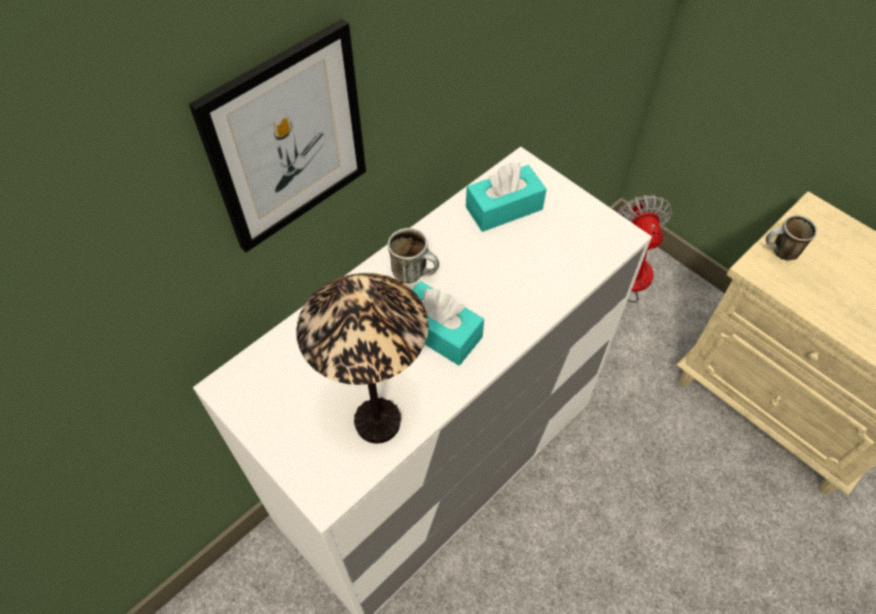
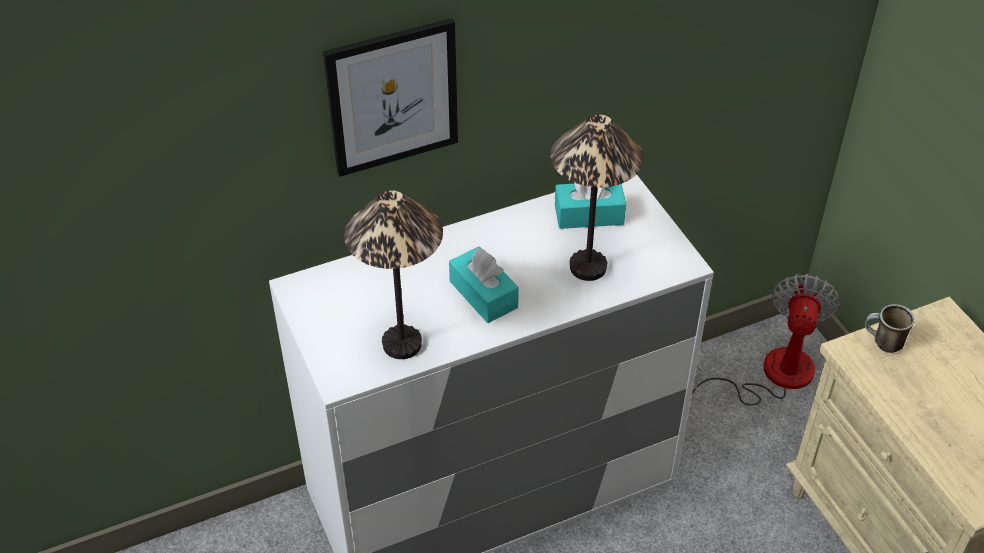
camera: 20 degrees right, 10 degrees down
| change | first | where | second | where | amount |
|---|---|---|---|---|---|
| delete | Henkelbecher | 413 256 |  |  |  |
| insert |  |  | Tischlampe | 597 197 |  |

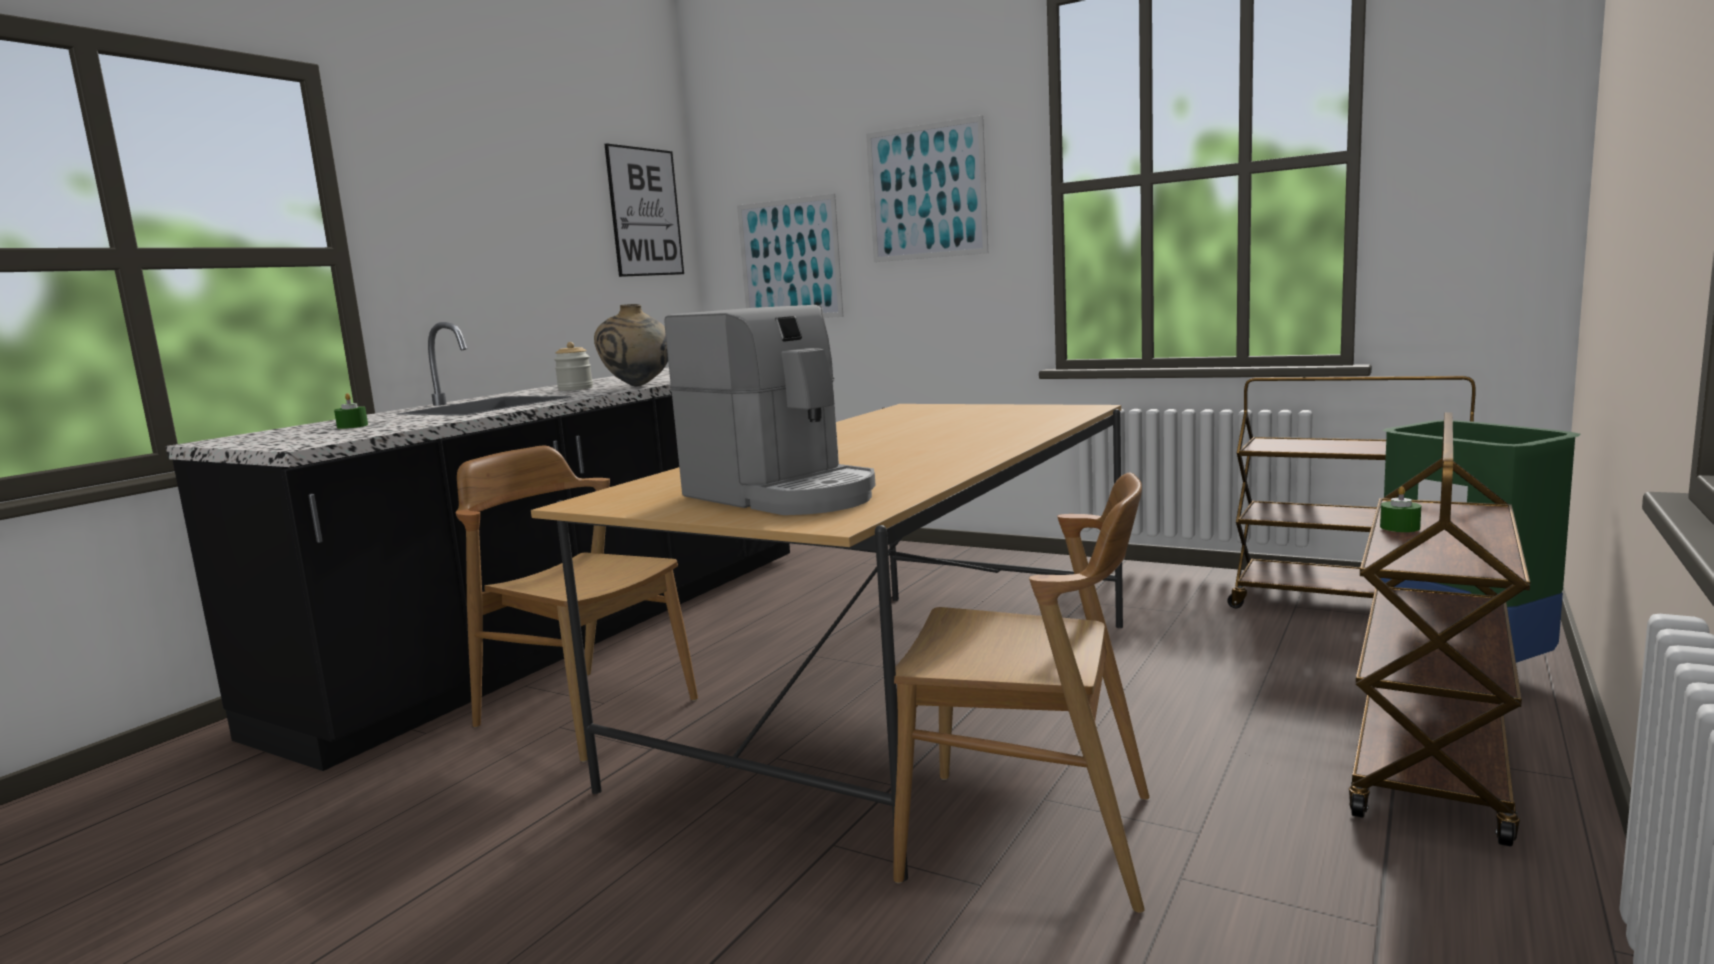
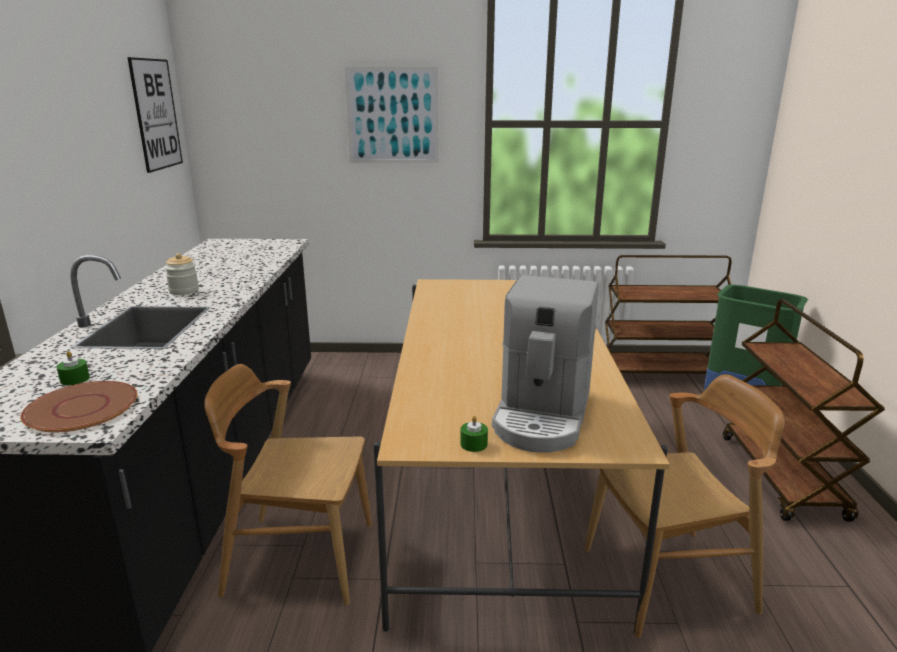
camera: 30 degrees left, 10 degrees up
| change | first | where | second | where | amount |
|---|---|---|---|---|---|
| delete | Bild | 790 256 |  |  |  |
| delete | Vase/beige | 631 345 |  |  |  |
| rotate | Kaffeemaschine | 770 410 |  | 545 364 | 90 degrees clockwise |
| move | Kerze/grün | 1400 509 |  | 474 433 |  |
| insert |  |  | Teller/braun | 78 406 |  |

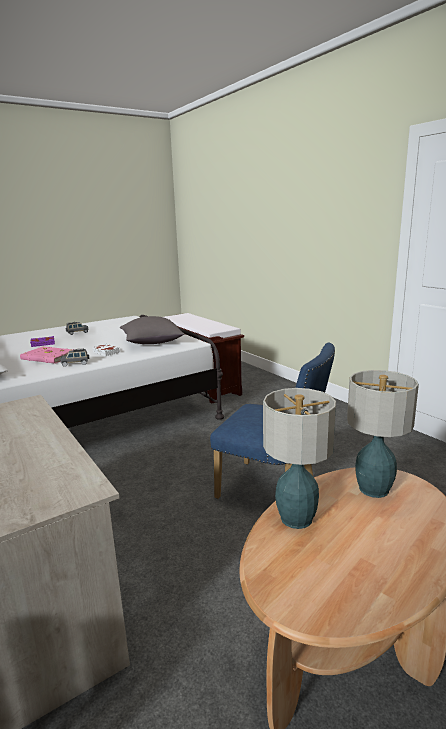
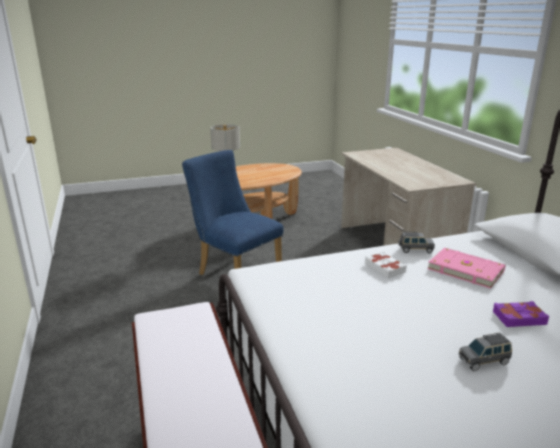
camera: 165 degrees left, 5 degrees up
| change | first | where | second | where | amount |
|---|---|---|---|---|---|
| delete | Kissen/grau | 152 330 |  |  |  |
| delete | Tischlampe | 299 458 |  |  |  |

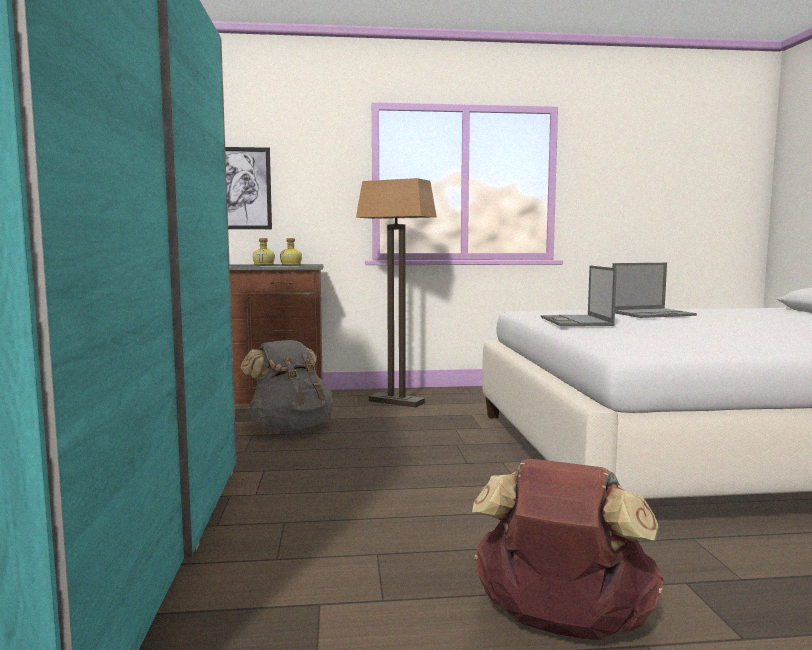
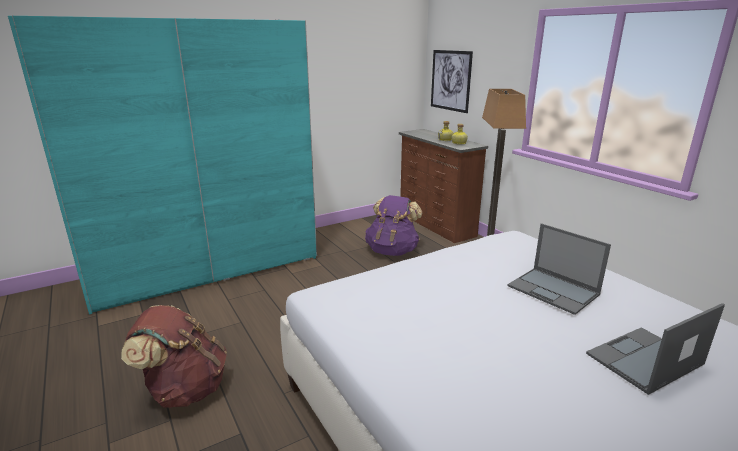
camera: 65 degrees right, 15 degrees up
| change | first | where | second | where | amount |
|---|---|---|---|---|---|
| move | Laptop | 579 296 |  | 655 349 |  |
| recolor | Rucksack/grau | 287 385 | Rucksack/lila | 393 225 |  |

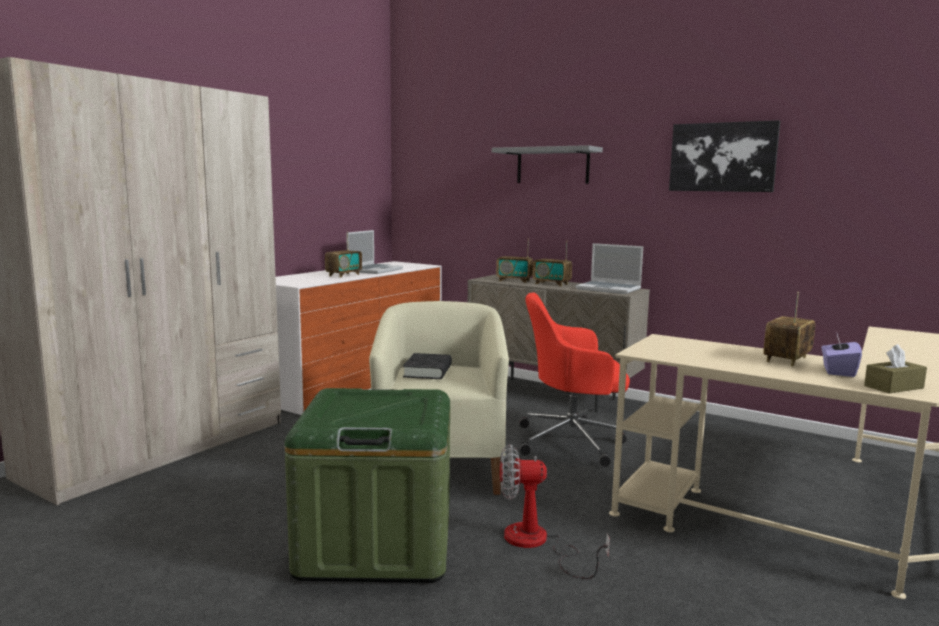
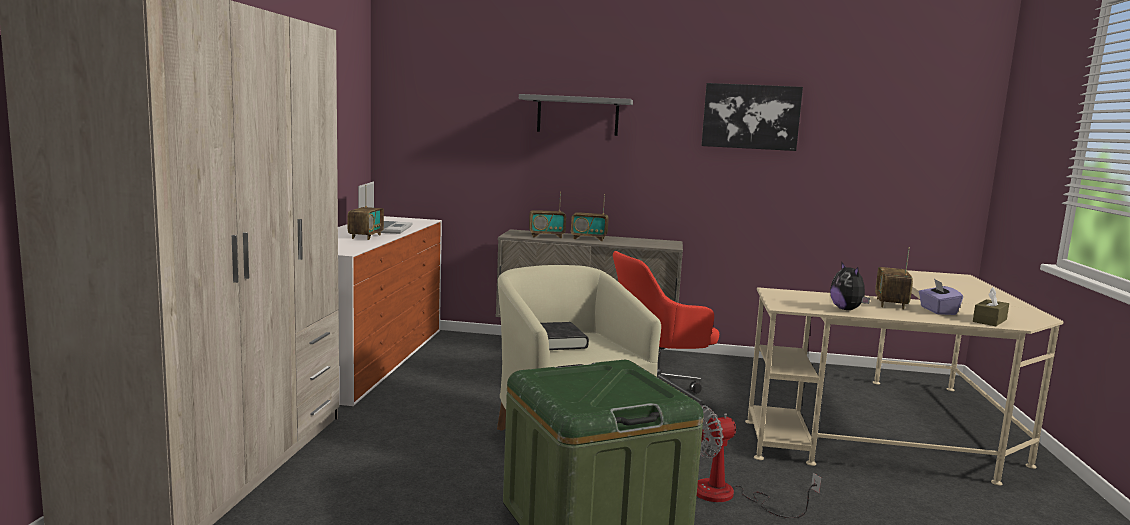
camera: 25 degrees left, 0 degrees up
| change | first | where | second | where | amount |
|---|---|---|---|---|---|
| delete | Laptop | 609 268 |  |  |  |
| insert |  |  | Plüschtier | 850 285 |  |

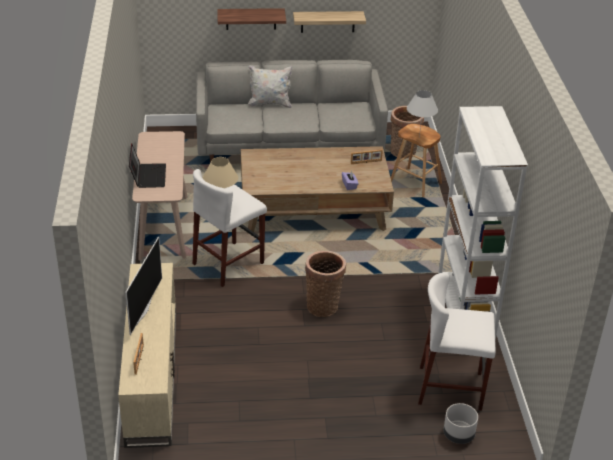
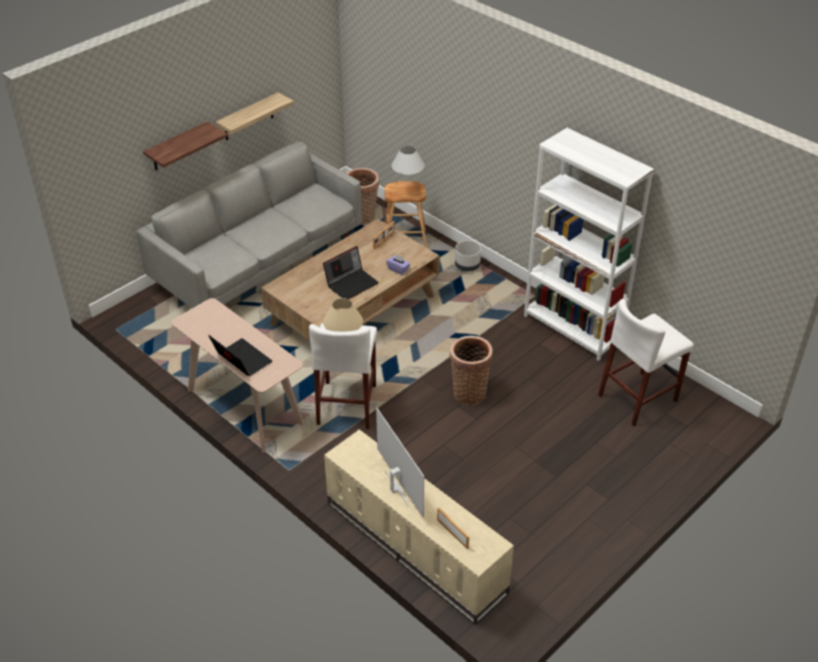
camera: 40 degrees left, 5 degrees up
| change | first | where | second | where | amount |
|---|---|---|---|---|---|
| delete | Kissen/weiß | 270 86 |  |  |  |
| move | Pflanzkübel/grau | 460 423 |  | 468 256 |  |
| insert |  |  | Laptop | 351 272 |  |

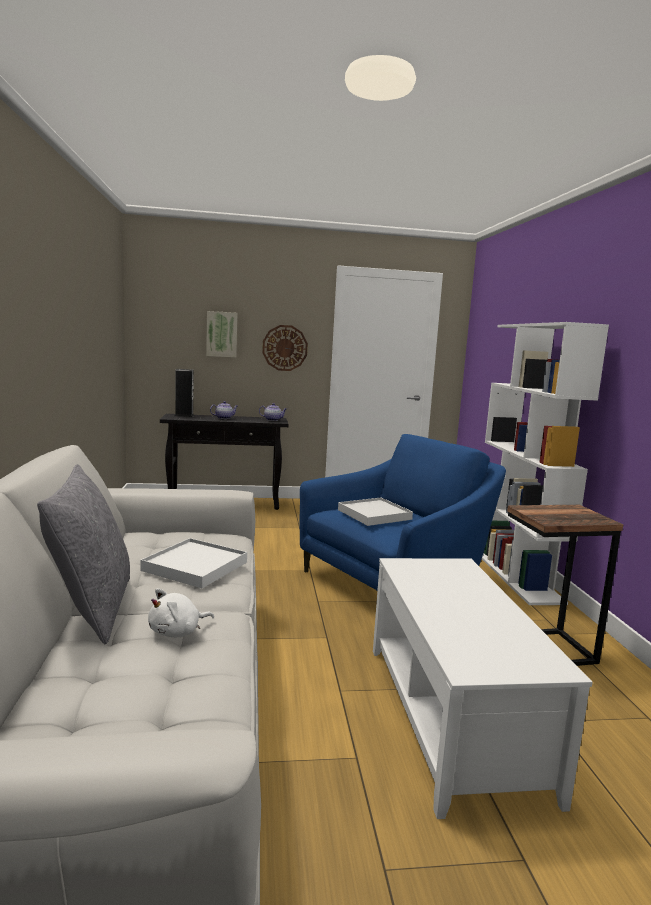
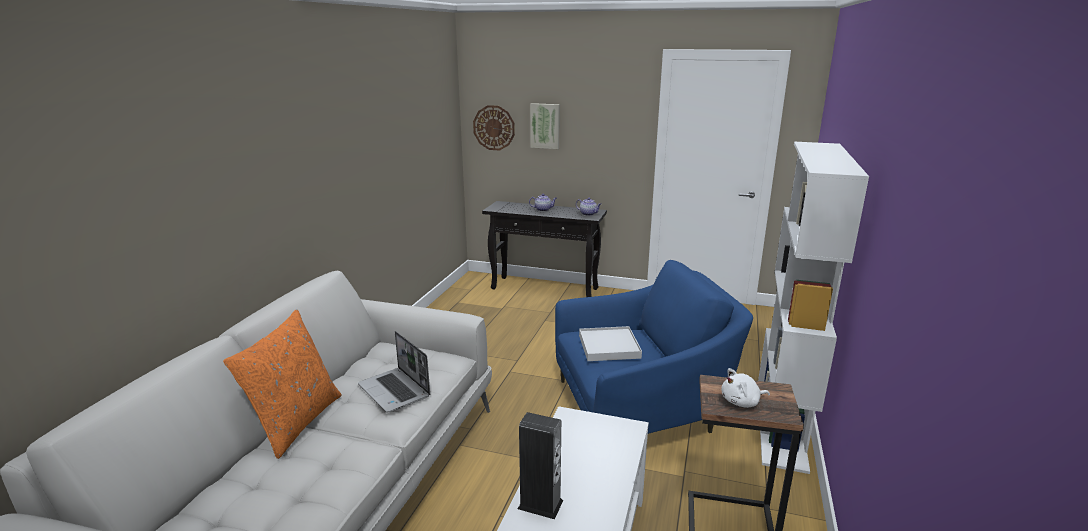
camera: 25 degrees right, 10 degrees up
| change | first | where | second | where | amount |
|---|---|---|---|---|---|
| move | Wanduhr | 285 348 |  | 494 128 |  |
| move | Lautsprecher | 184 393 |  | 540 465 |  |
| recolor | Kissen/grau | 83 554 | Kissen/orange | 282 384 |  |
| replace | Tablett/weiß | 193 563 | Laptop | 394 372 |  |
| move | Plüschtier/weiß | 181 612 |  | 745 388 |  |

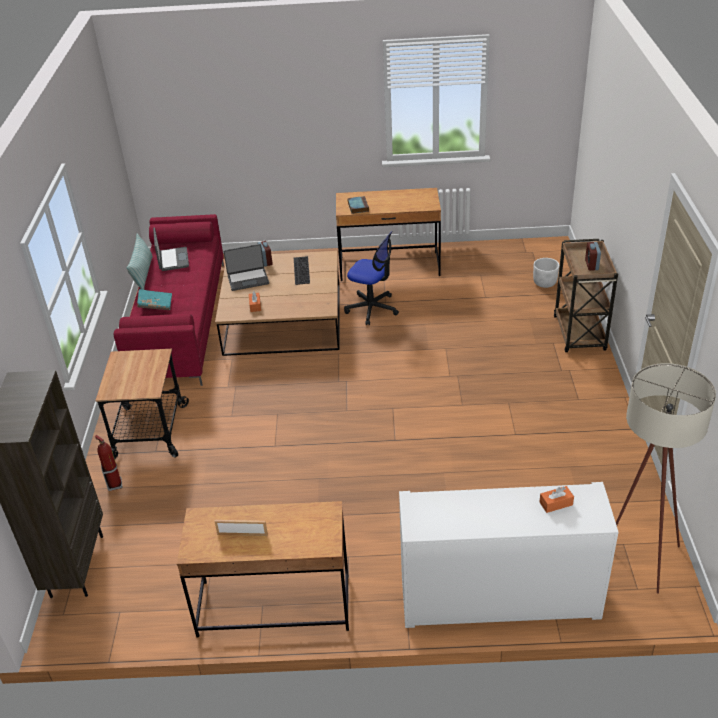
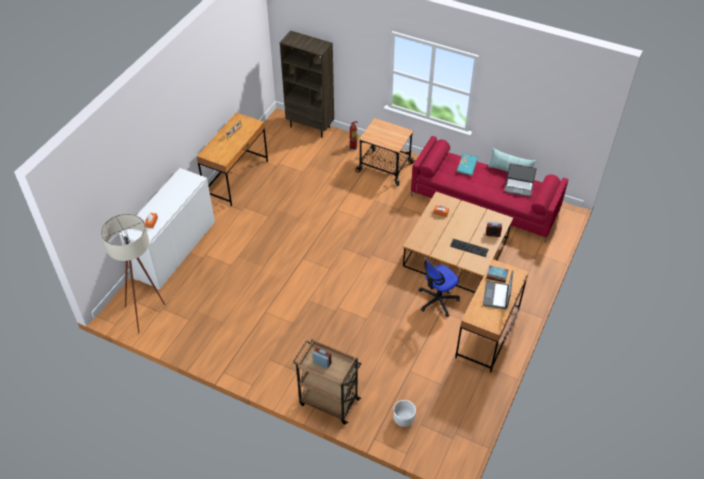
camera: 115 degrees right, 10 degrees up
| change | first | where | second | where | amount |
|---|---|---|---|---|---|
| move | Laptop | 246 267 |  | 498 290 |  |

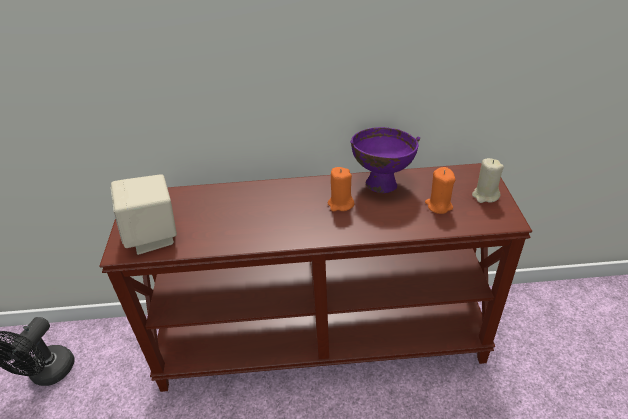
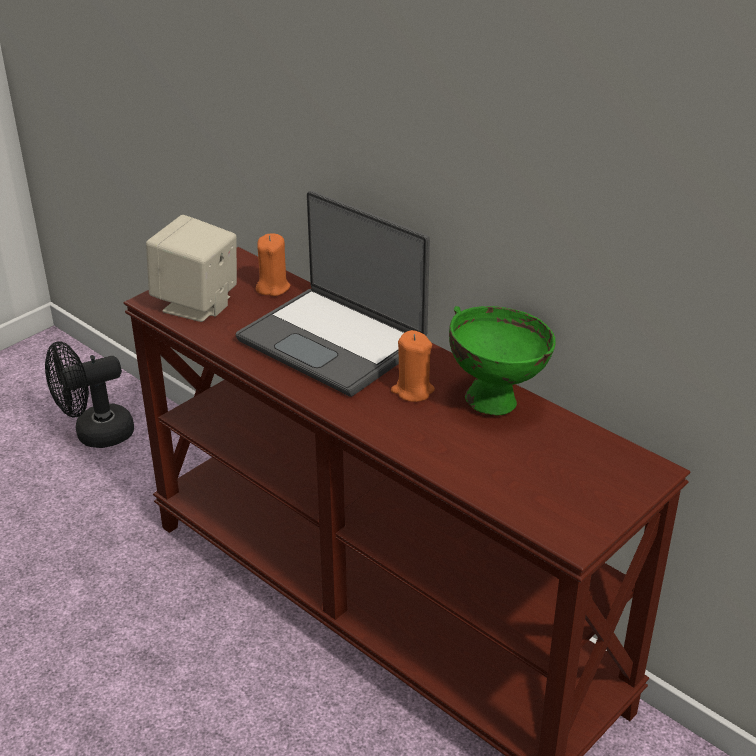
camera: 45 degrees right, 5 degrees down
| change | first | where | second | where | amount |
|---|---|---|---|---|---|
| recolor | Schüssel/lila | 385 160 | Schüssel/grün | 502 360 |  |
| delete | Kerze/beige | 488 180 |  |  |  |
| move | Kerze/orange | 440 190 |  | 273 265 |  |
| insert |  |  | Laptop | 332 294 |  |

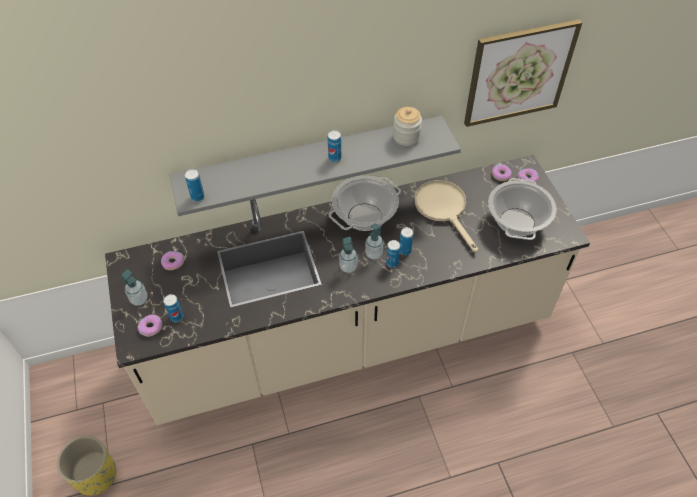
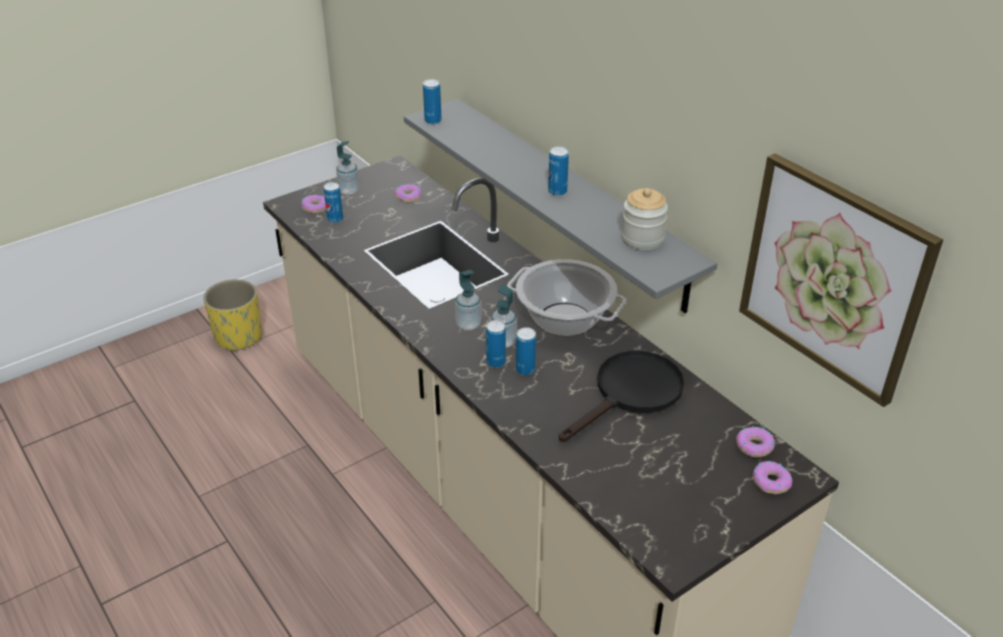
camera: 70 degrees right, 15 degrees down
| change | first | where | second | where | amount |
|---|---|---|---|---|---|
| delete | Kochtopf | 522 209 |  |  |  |
| recolor | Pfanne/beige | 446 216 | Pfanne/schwarz | 621 396 |  |

